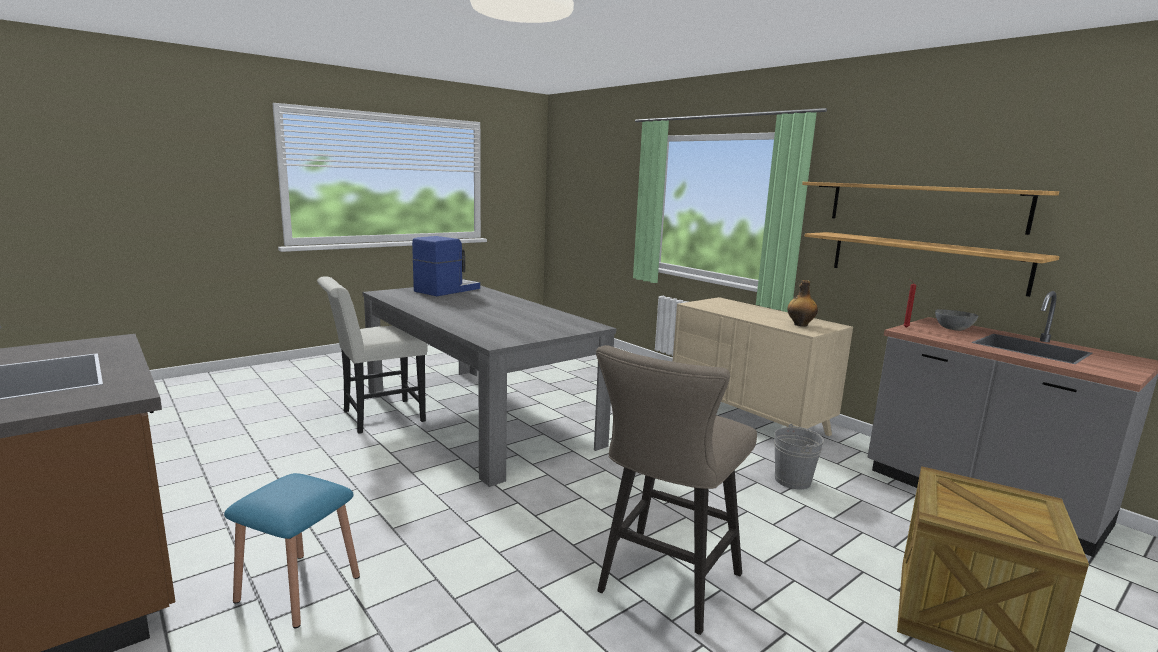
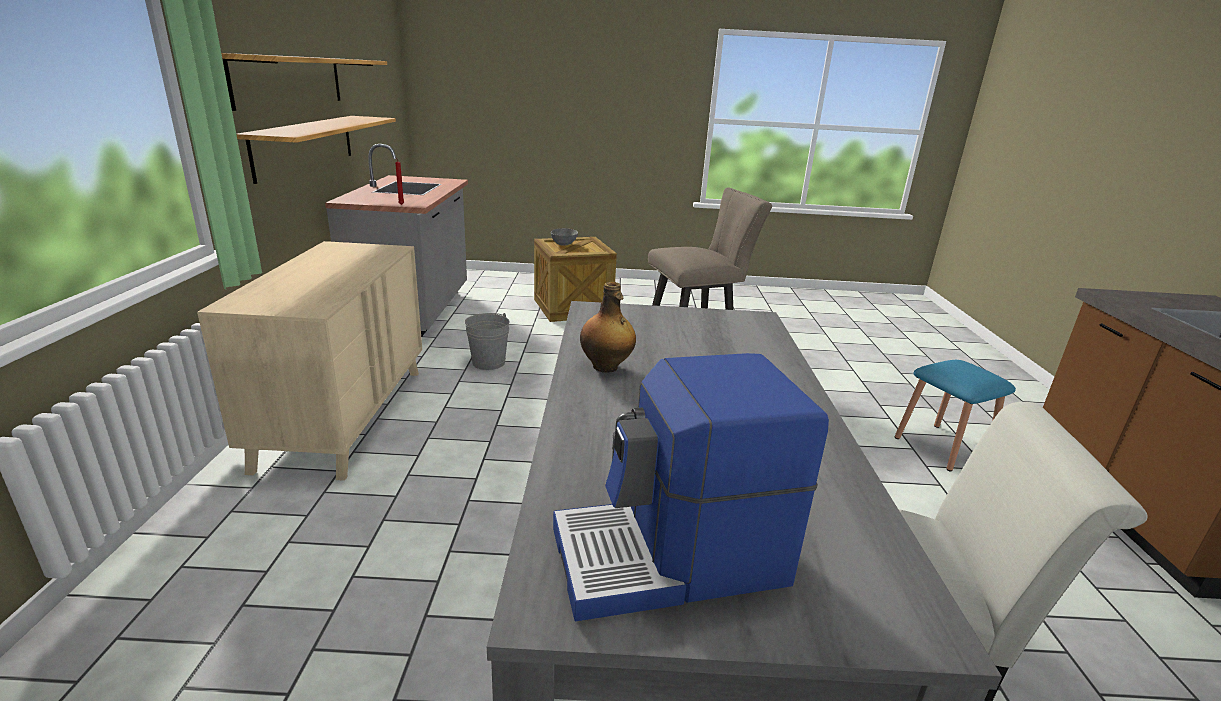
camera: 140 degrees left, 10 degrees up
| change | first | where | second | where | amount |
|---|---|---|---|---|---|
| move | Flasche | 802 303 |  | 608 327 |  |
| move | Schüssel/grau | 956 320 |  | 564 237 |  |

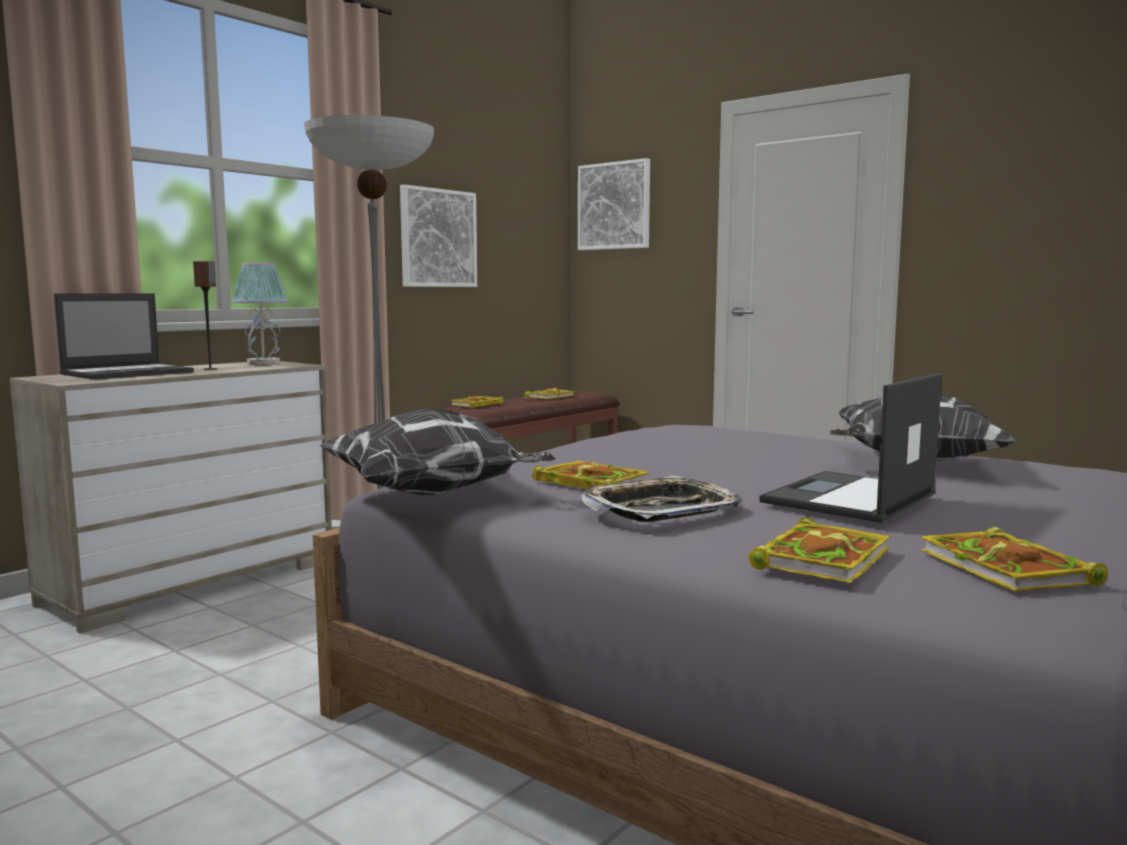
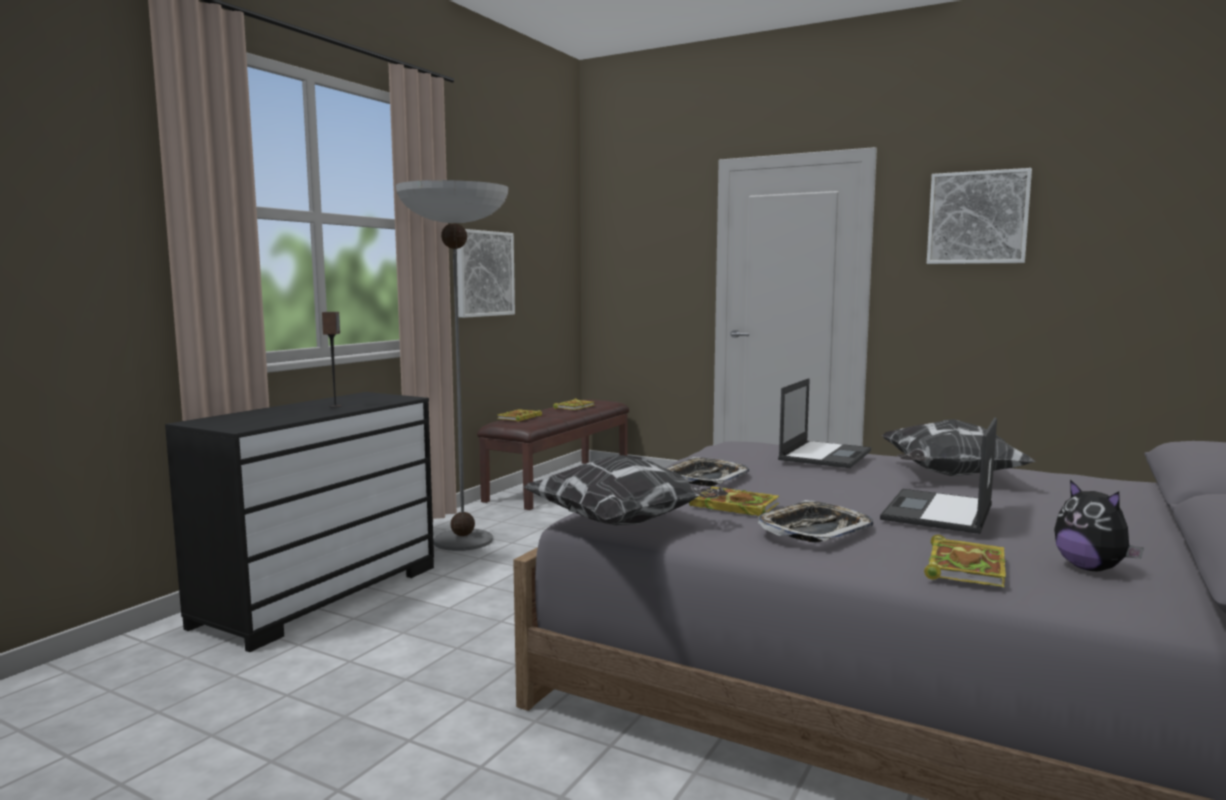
camera: 10 degrees left, 0 degrees up
| change | first | where | second | where | amount |
|---|---|---|---|---|---|
| move | Bild | 614 204 |  | 979 216 |  |
| delete | Tischlampe | 260 314 |  |  |  |
| move | Laptop | 124 336 |  | 824 423 |  |
| recolor | Kommode/beige | 171 497 | Kommode/schwarz | 299 522 |  |
| replace | Buch | 1014 559 | Plüschtier | 1099 525 |  |
| insert |  |  | Tablett | 707 471 |  |

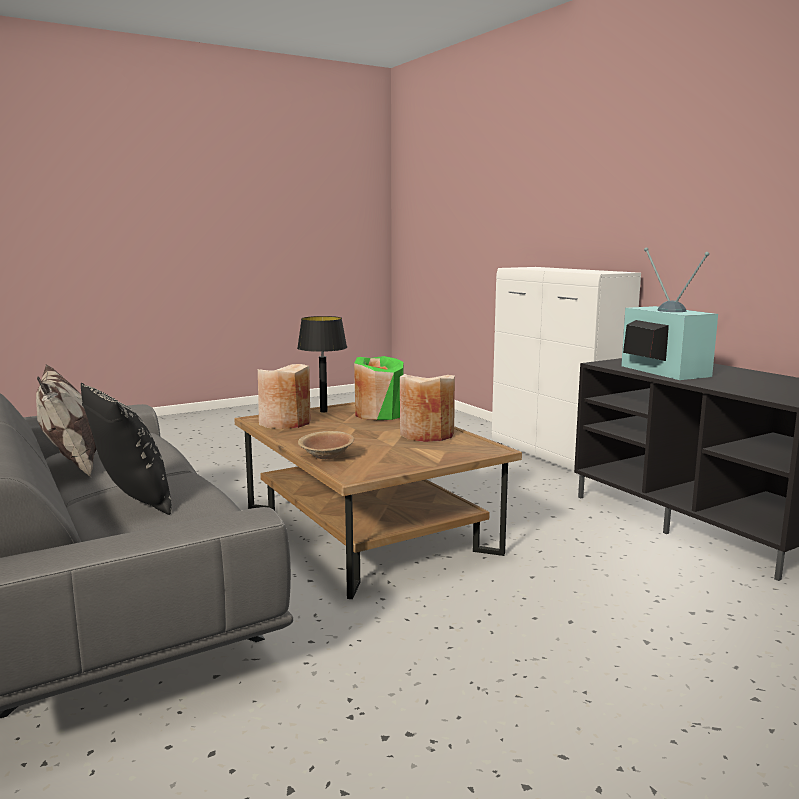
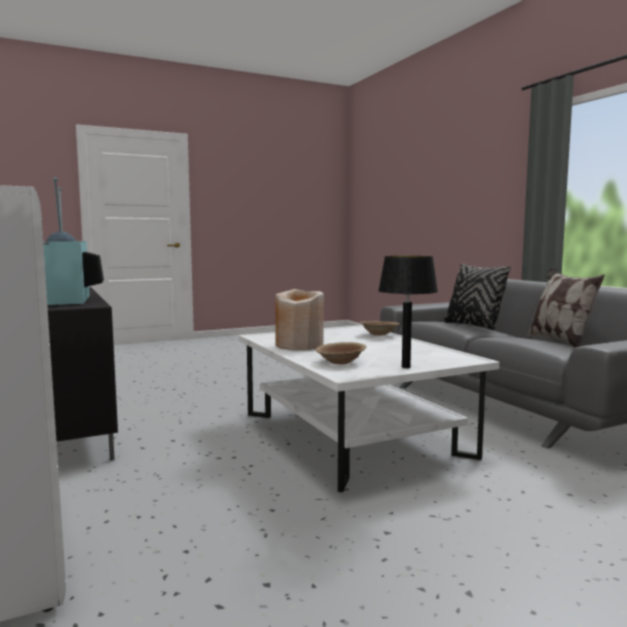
camera: 175 degrees left, 5 degrees down
| change | first | where | second | where | amount |
|---|---|---|---|---|---|
| replace | Vase/grün | 379 388 | Schüssel/braun | 341 353 |  |
| delete | Vase/beige | 284 396 |  |  |  |
| recolor | Couchtisch/braun | 378 500 | Couchtisch/weiß | 369 408 |  |

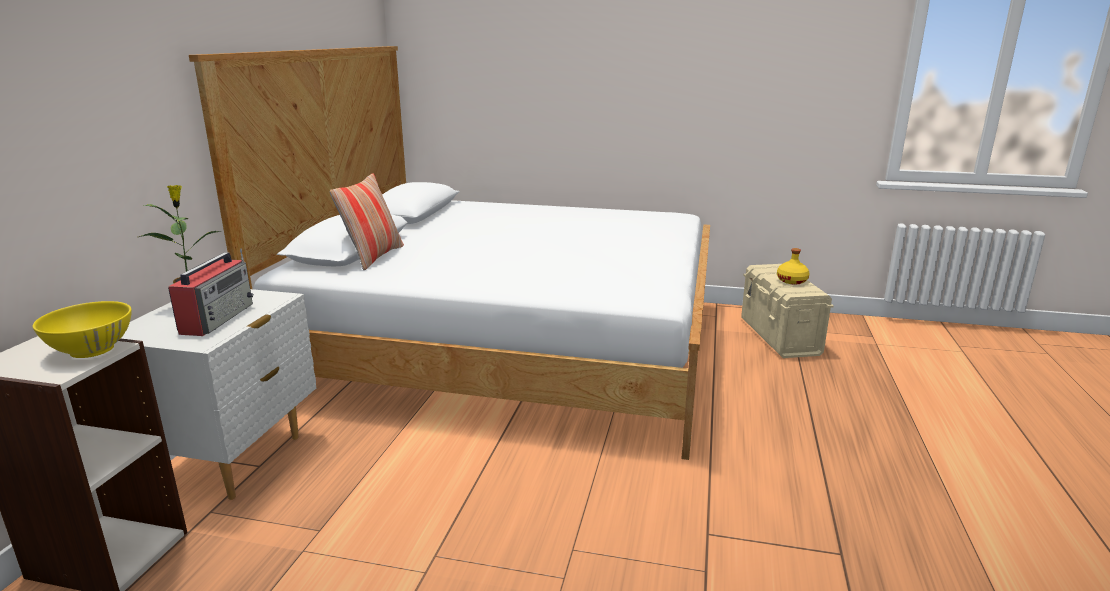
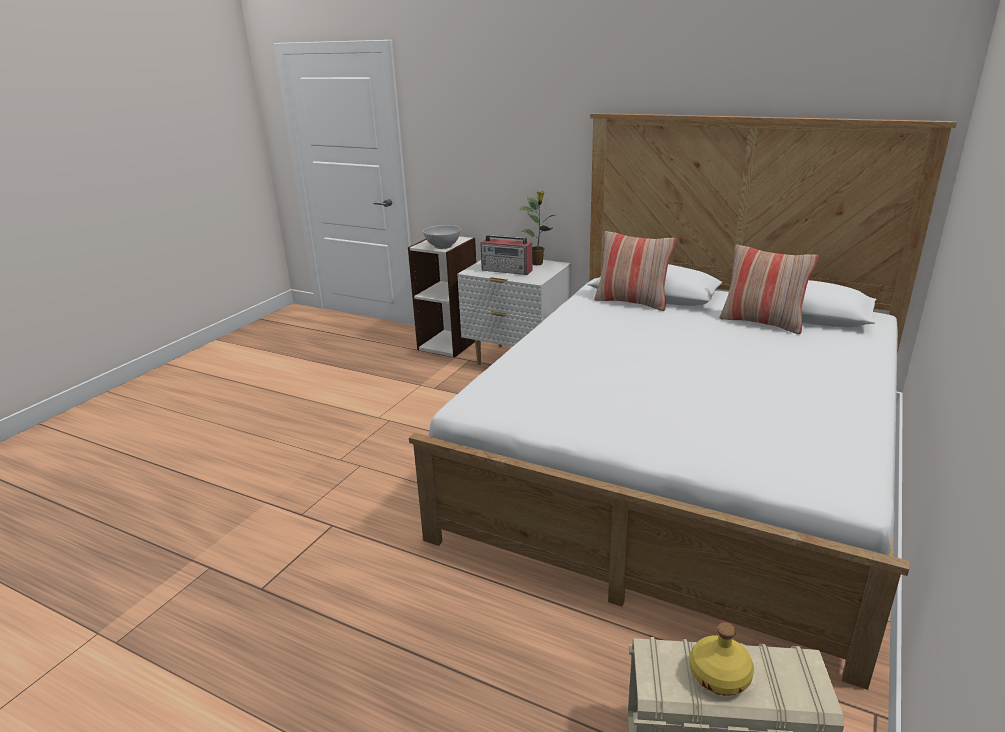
camera: 105 degrees right, 5 degrees up
| change | first | where | second | where | amount |
|---|---|---|---|---|---|
| recolor | Schüssel/gelb | 82 329 | Schüssel/weiß | 442 237 |  |
| insert |  |  | Kissen | 769 289 |  |

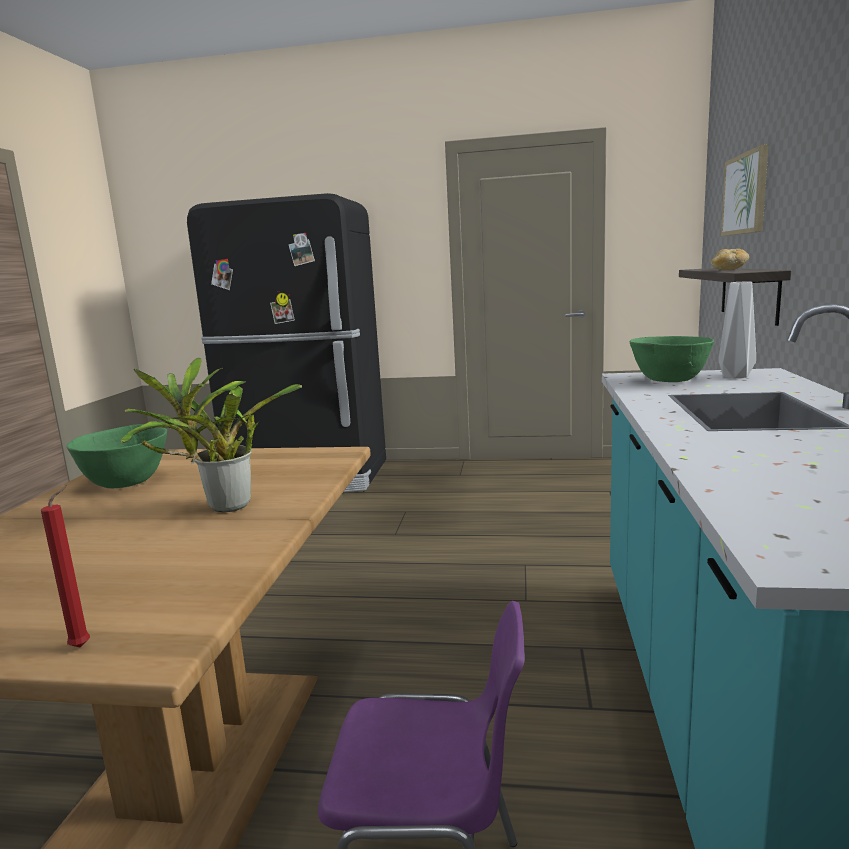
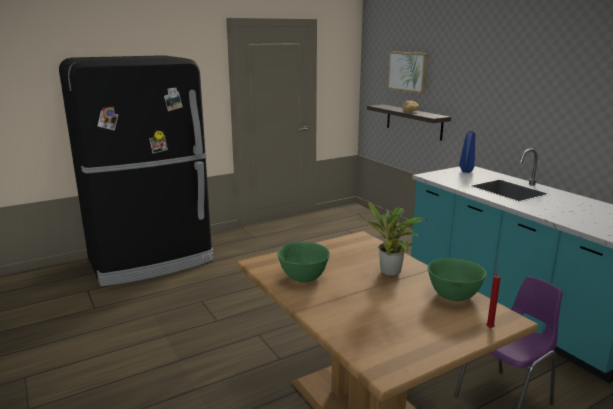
camera: 40 degrees left, 5 degrees up
| change | first | where | second | where | amount |
|---|---|---|---|---|---|
| recolor | Vase/grau | 737 329 | Vase/blau | 467 152 |  |
| move | Schüssel/grün | 672 359 |  | 456 279 |  |

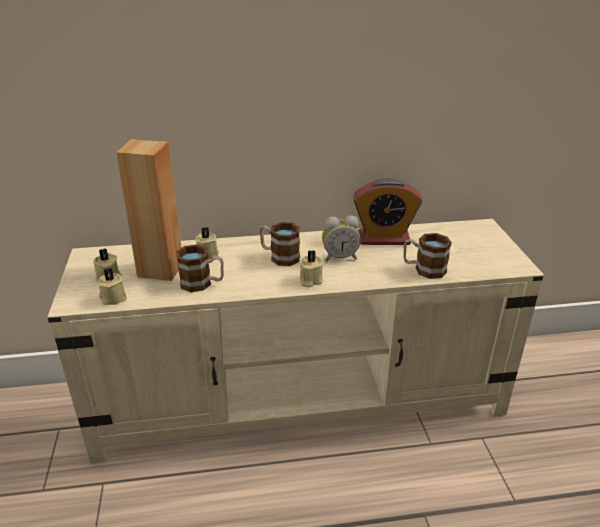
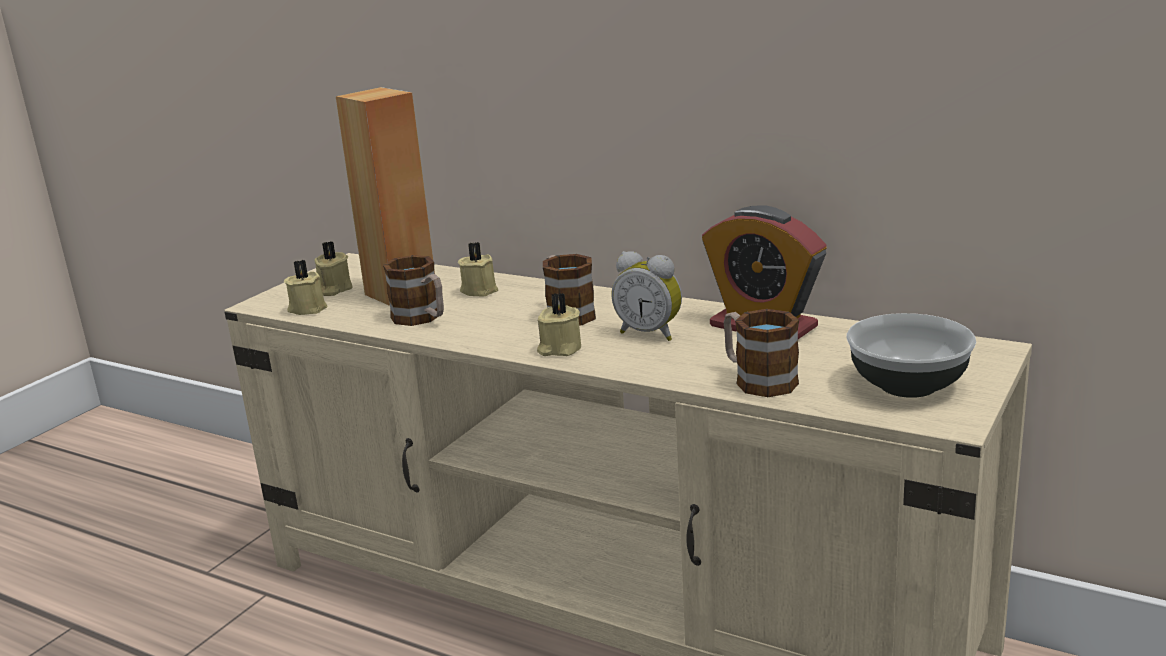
camera: 40 degrees right, 10 degrees down
| change | first | where | second | where | amount |
|---|---|---|---|---|---|
| insert |  |  | Schüssel | 911 355 |  |

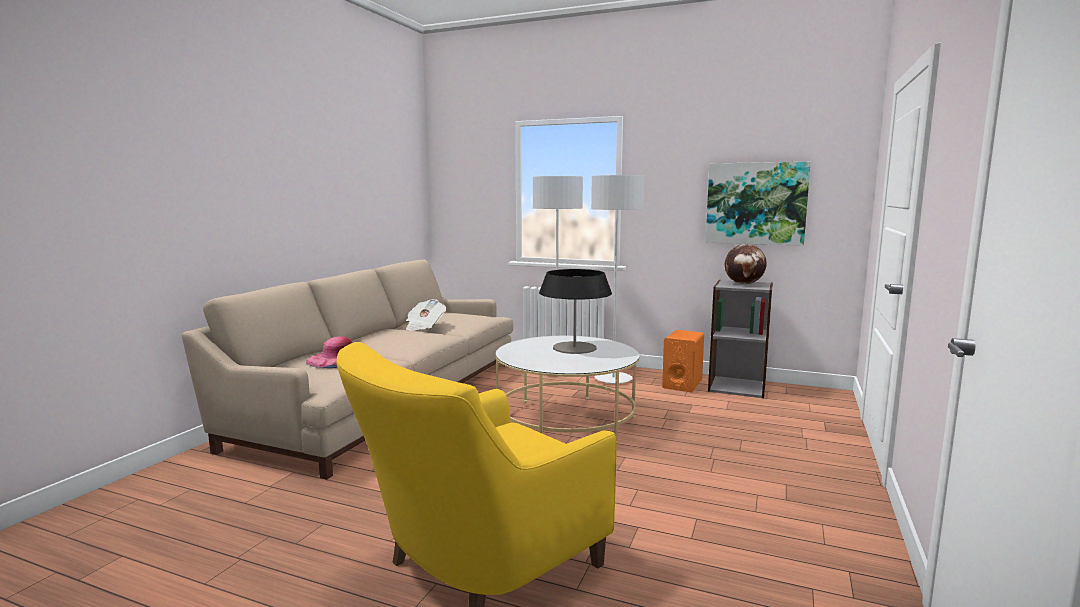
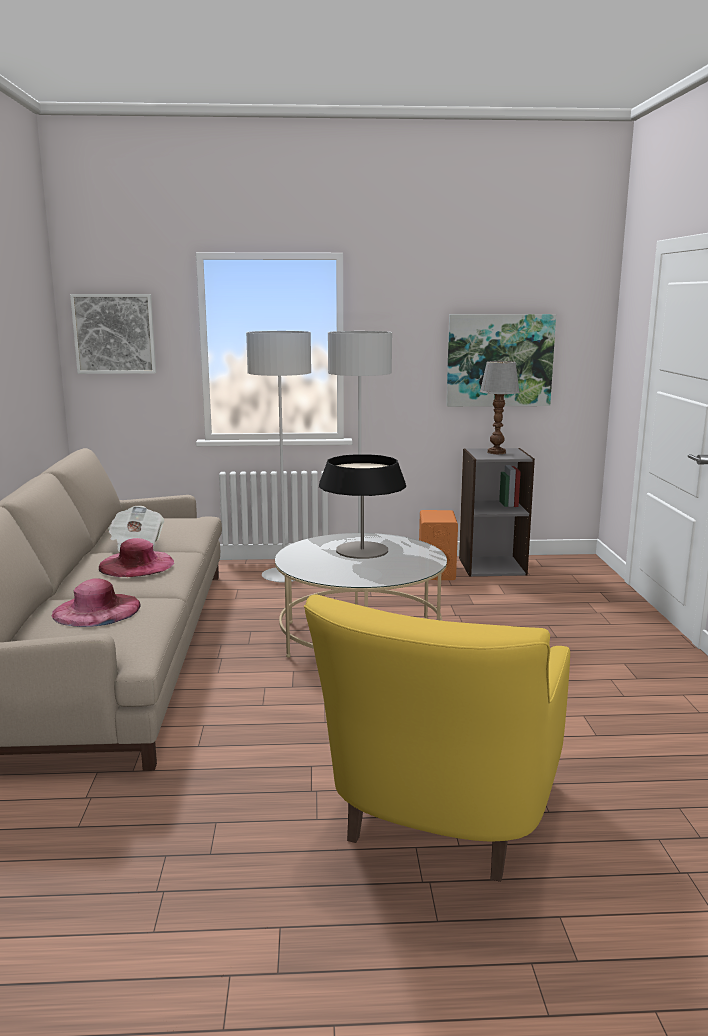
camera: 25 degrees left, 5 degrees up
| change | first | where | second | where | amount |
|---|---|---|---|---|---|
| replace | Globus | 746 264 | Tischlampe | 500 407 |  |
| insert |  |  | Bild | 113 334 |  |
| insert |  |  | Hut/rosa | 136 557 |  |

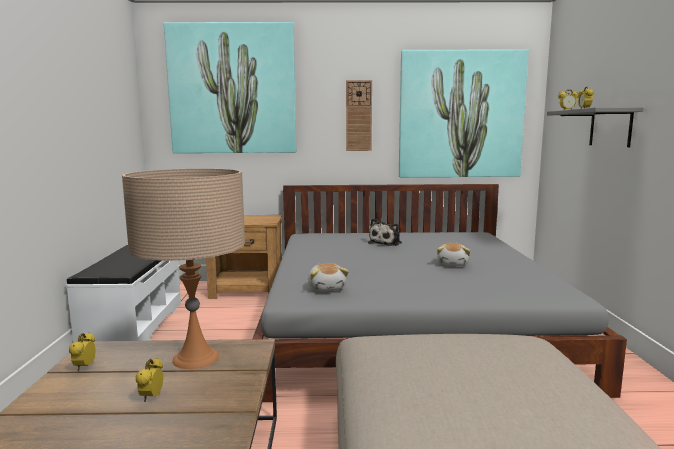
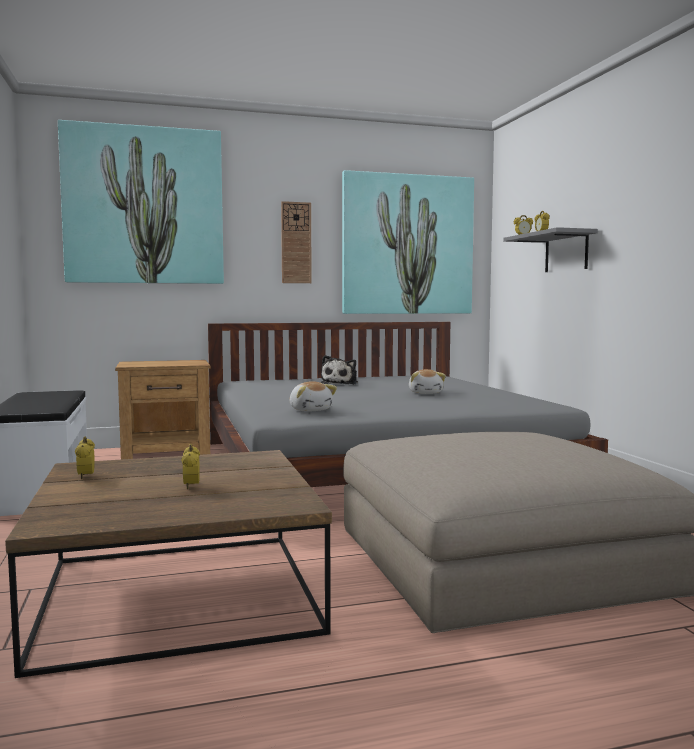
camera: 15 degrees left, 5 degrees down
| change | first | where | second | where | amount |
|---|---|---|---|---|---|
| delete | Tischlampe/beige | 183 269 |  |  |  |

